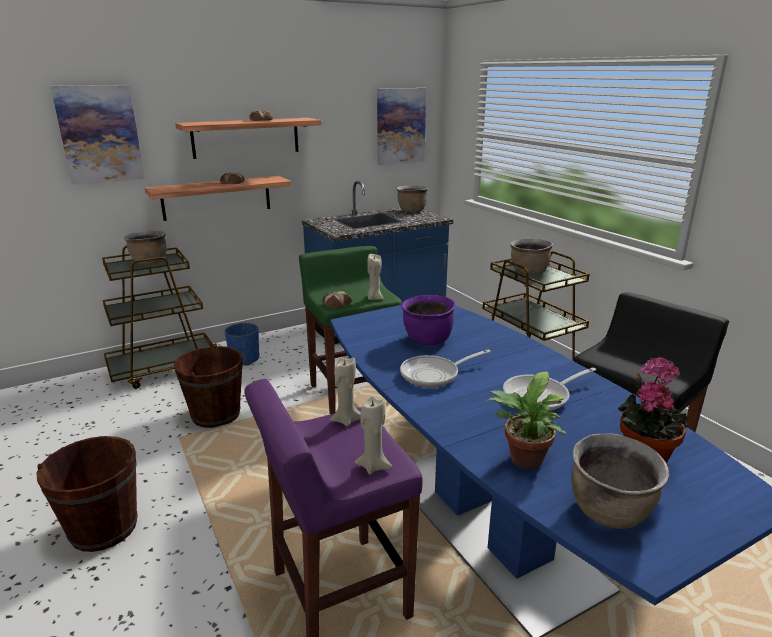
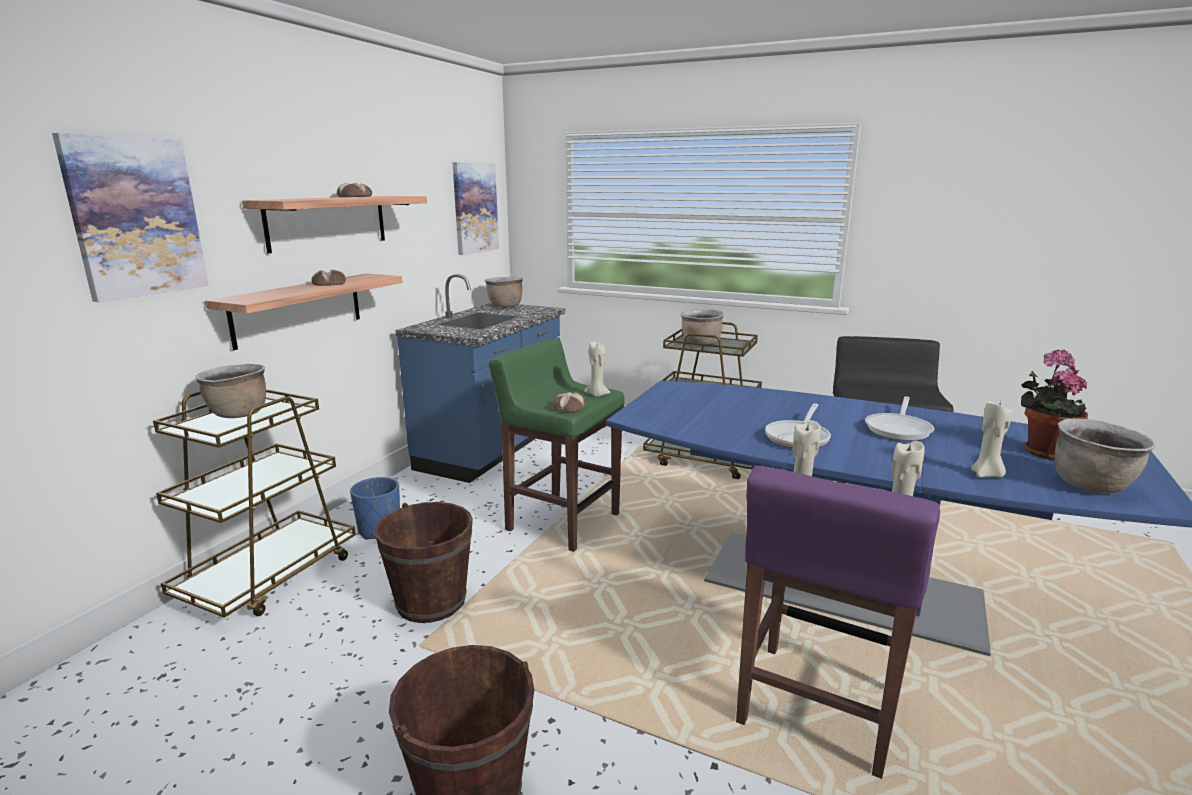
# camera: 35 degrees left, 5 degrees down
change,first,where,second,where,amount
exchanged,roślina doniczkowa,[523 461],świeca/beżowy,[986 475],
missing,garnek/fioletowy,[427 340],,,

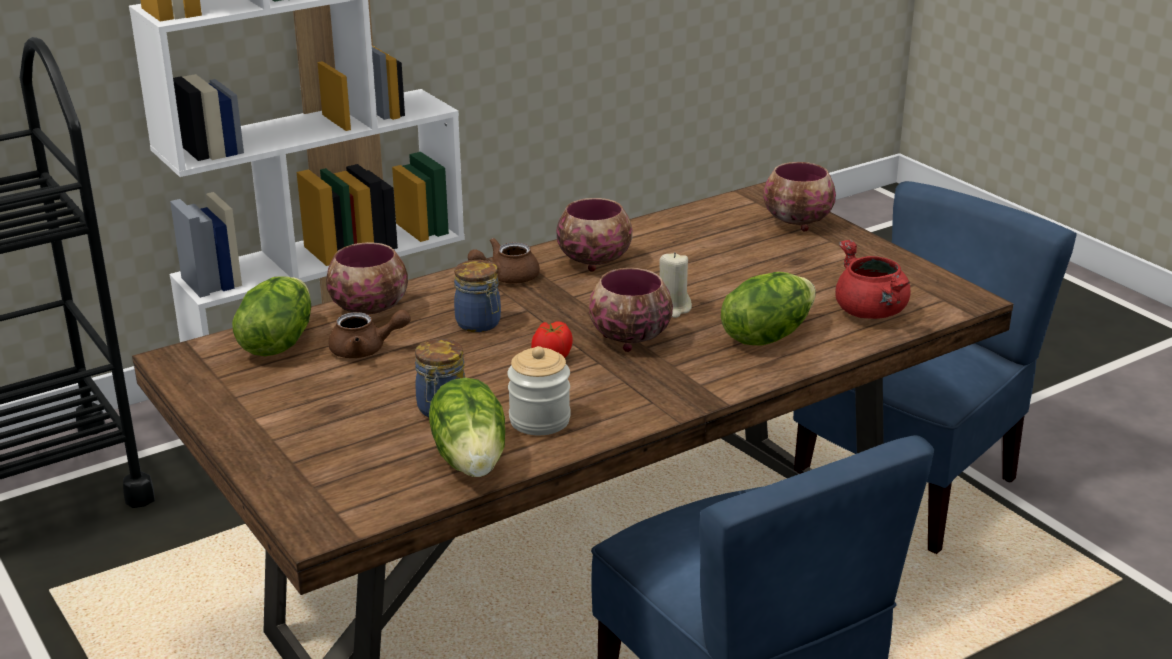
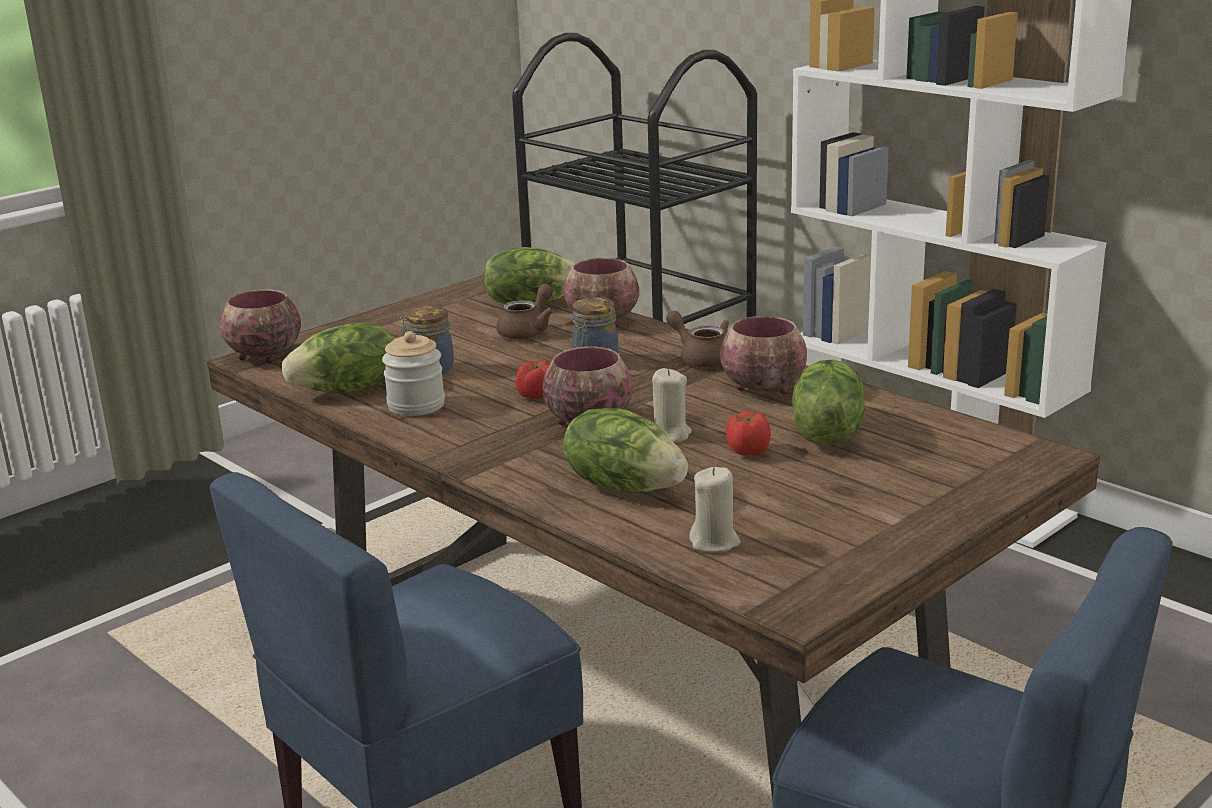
# camera: 80 degrees right, 5 degrees down
change,first,where,second,where,amount
relocated,miska,[798 223],,[263 356],
spun,imbryk/brązowy,[365 350],,[528 331],135 degrees counterclockwise
exchanged,garnek/czerwony,[871 313],świeca/beżowy,[715 542],
appeared,,,pomidor,[747 451],
appeared,,,sałata,[826 433],

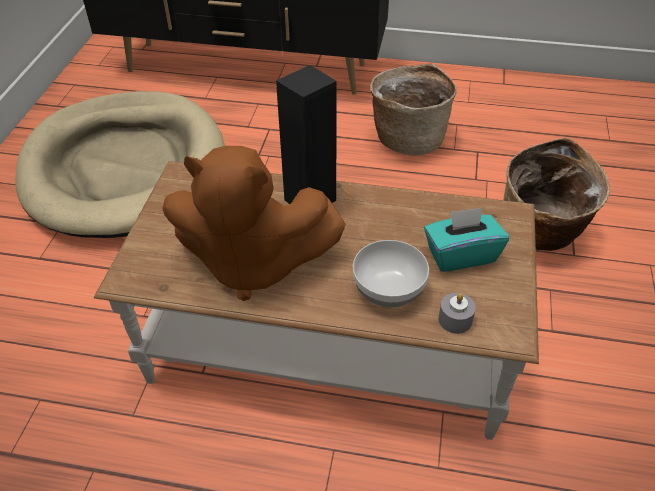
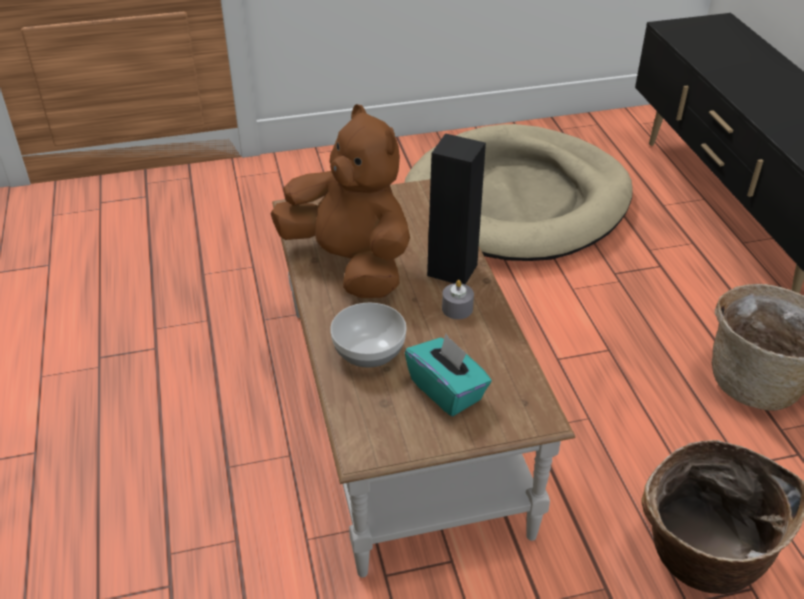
# camera: 65 degrees right, 5 degrees down
change,first,where,second,where,amount
spun,pluszak/brązowy,[253 263],,[350 263],150 degrees clockwise
relocated,świeca/szary,[455 320],,[457 308],

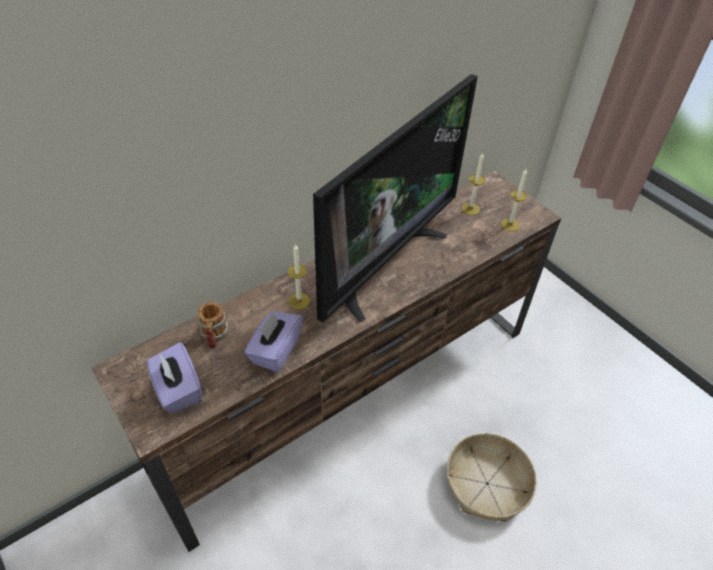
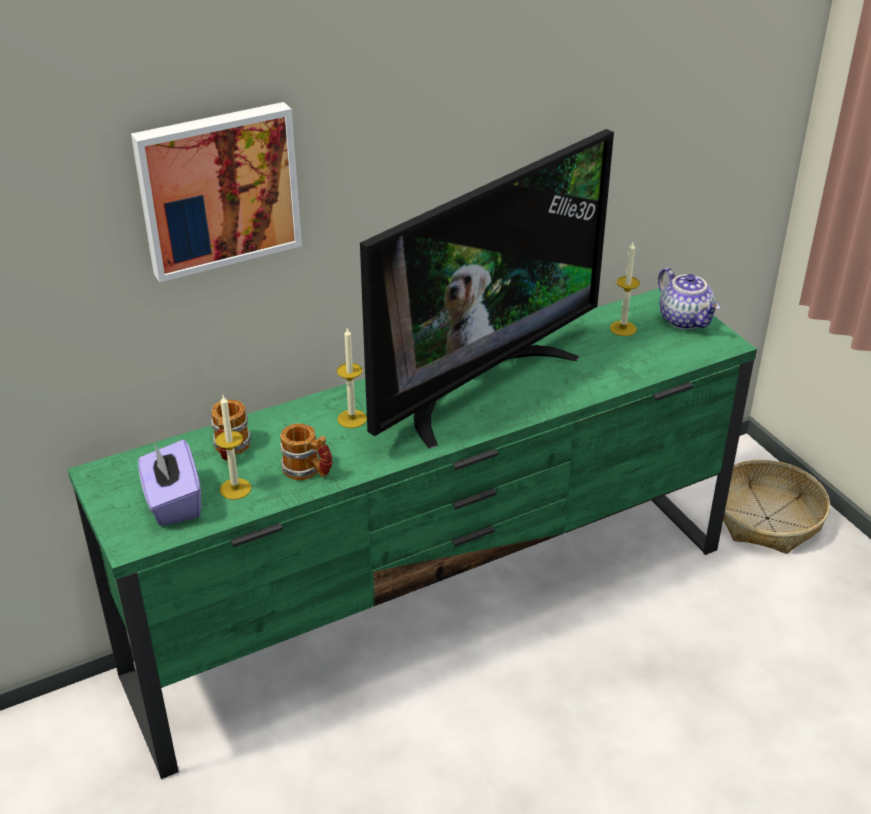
# camera: 10 degrees right, 10 degrees down
change,first,where,second,where,amount
colour,szafka pod telewizor/brązowy,[353 397],szafka pod telewizor/zielony,[437 609],
appeared,,,obraz,[217 189],
relocated,świeca,[510 225],,[235 489],
exchanged,pudełko chusteczek/fioletowy,[275 351],kubek,[308 471],
appeared,,,imbryk,[685 320],
relocated,koszyk,[487 483],,[767 518],

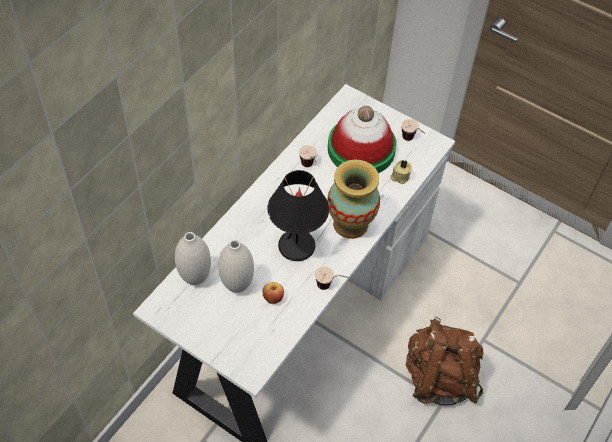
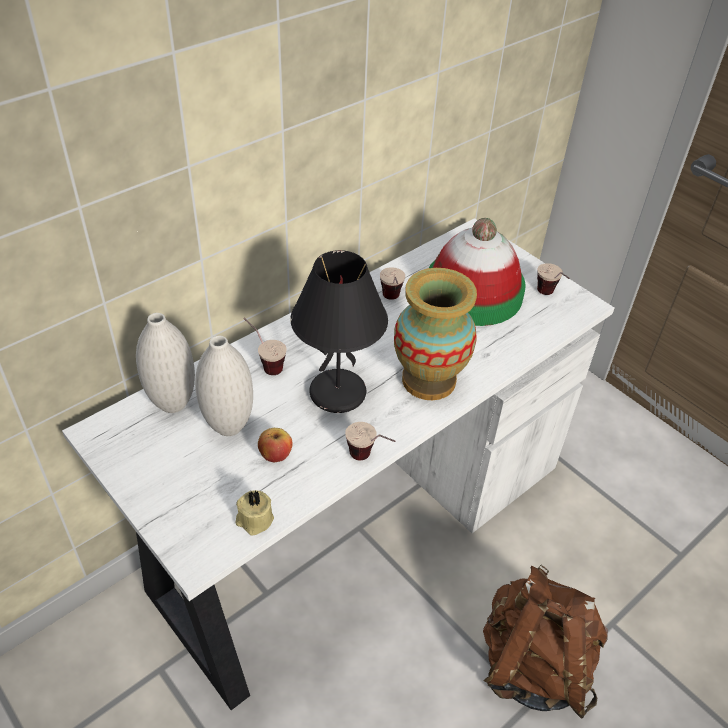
# camera: 15 degrees right, 10 degrees down
change,first,where,second,where,amount
relocated,świeca/beżowy,[400 177],,[254 520],
appeared,,,filiżanka,[265 363],

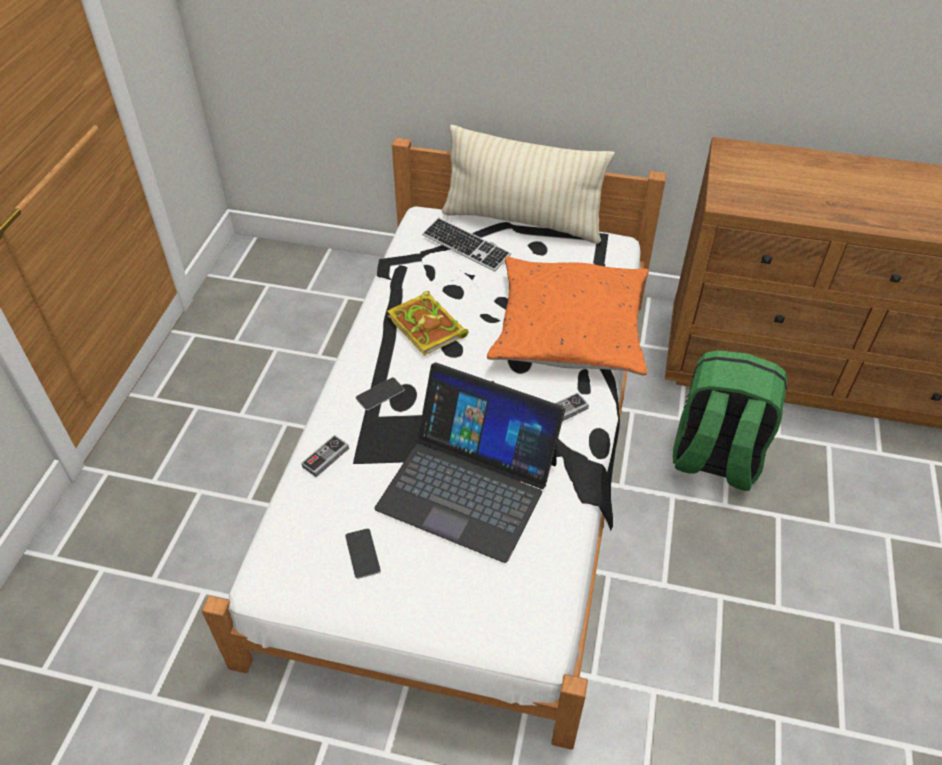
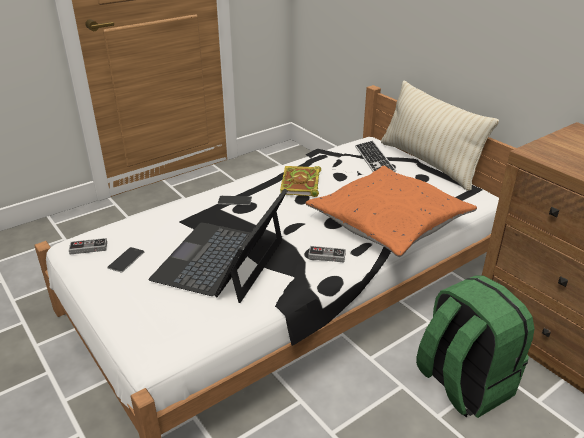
# camera: 40 degrees right, 15 degrees down
change,first,where,second,where,amount
relocated,pad do gier,[325 457],,[88 248],
spun,laptop,[468 484],,[221 260],45 degrees clockwise

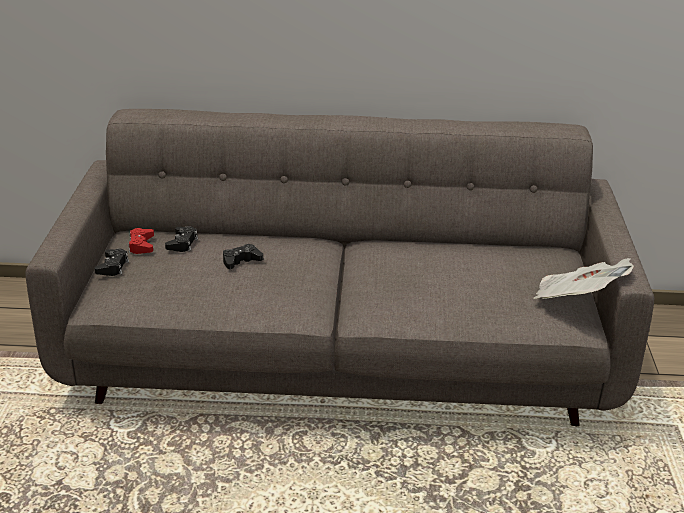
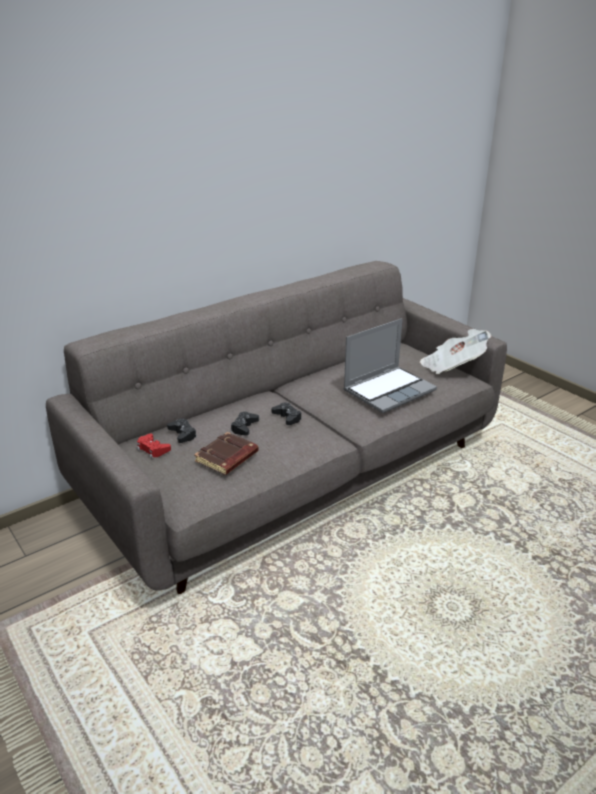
# camera: 40 degrees left, 0 degrees up
change,first,where,second,where,amount
appeared,,,książka/brązowy,[227 458],
relocated,pad do gier/czarny,[112 267],,[287 417],
appeared,,,laptop,[389 390],

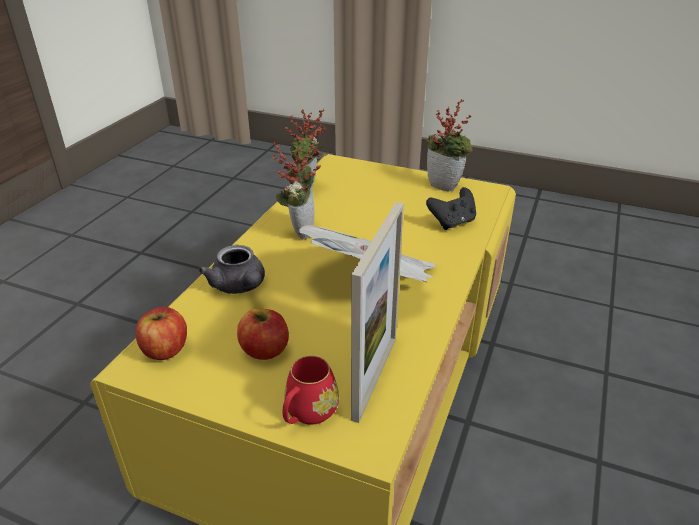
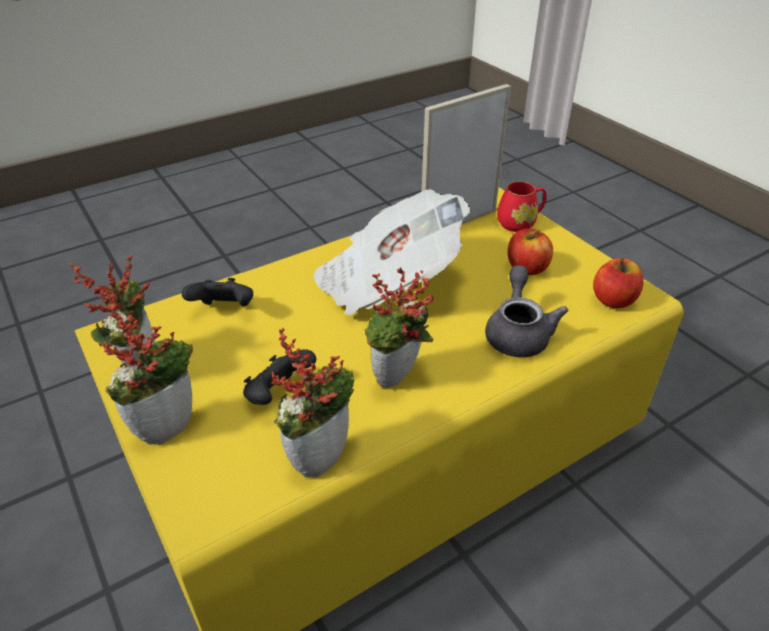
# camera: 145 degrees left, 5 degrees up
change,first,where,second,where,amount
appeared,,,roślina doniczkowa,[167 424],
appeared,,,pad do gier/czarny,[278 394],

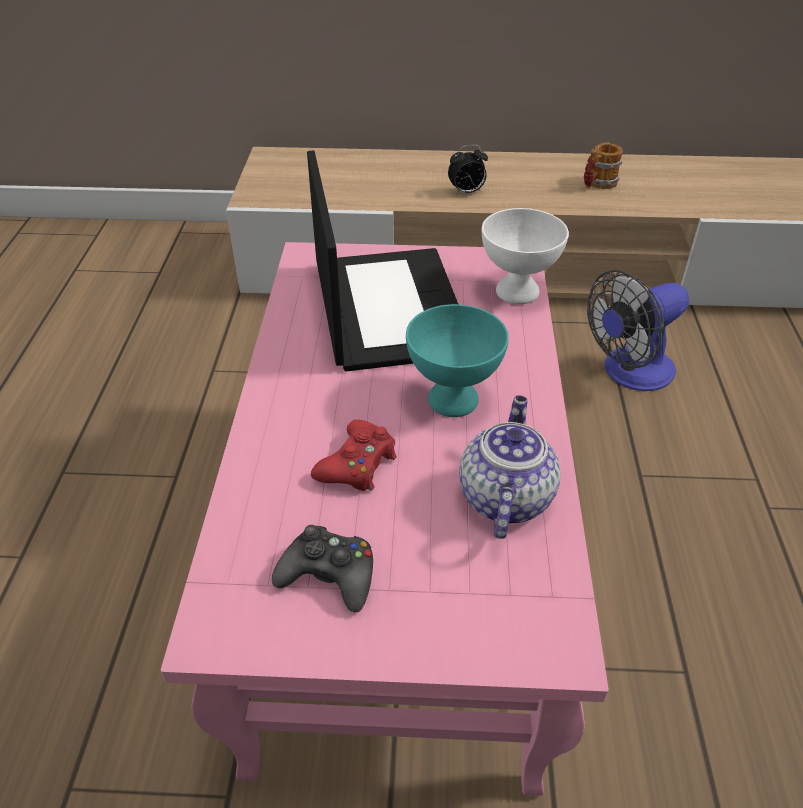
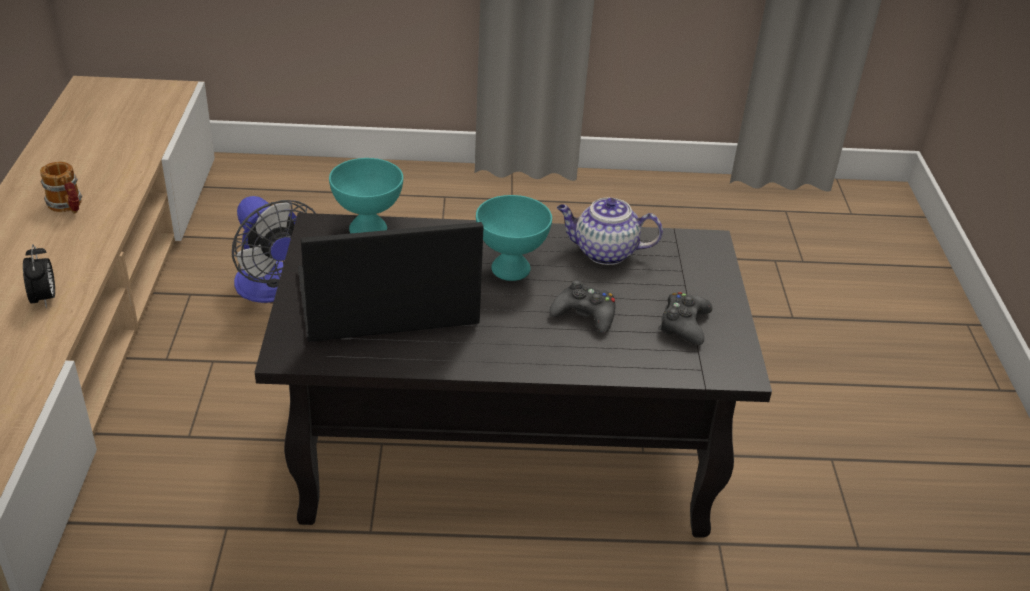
# camera: 95 degrees left, 5 degrees down
change,first,where,second,where,amount
colour,ława/różowy,[401 562],ława/czarny,[501 448],
colour,miska/biały,[517 293],miska/turkusowy,[369 230],
colour,pad do gier/czerwony,[357 464],pad do gier/czarny,[585 314],

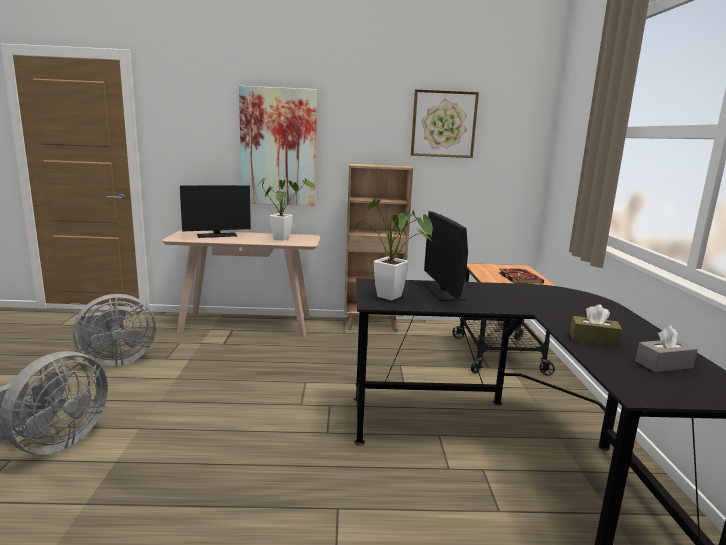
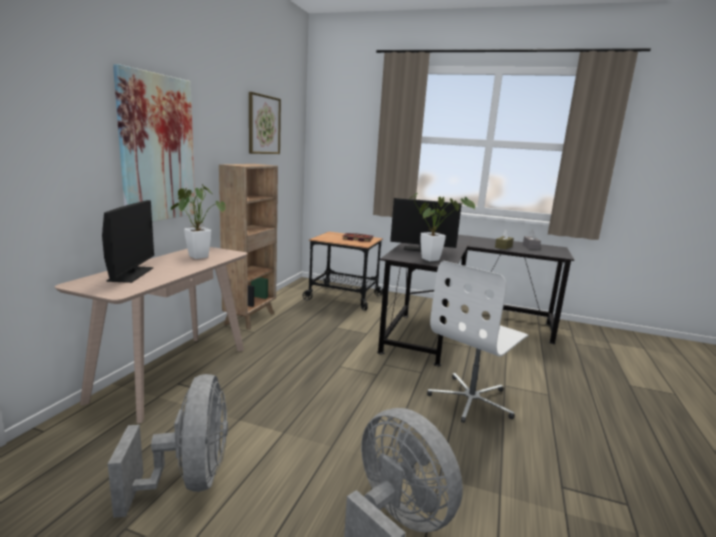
# camera: 70 degrees left, 0 degrees up
change,first,where,second,where,amount
appeared,,,krzesło biurowe/biały,[472 400],

